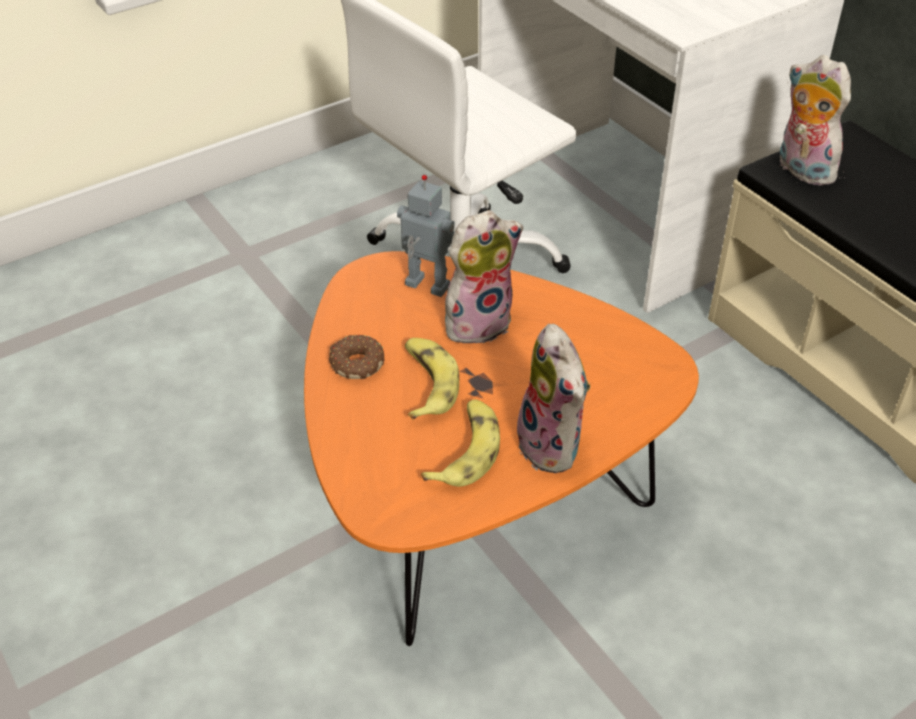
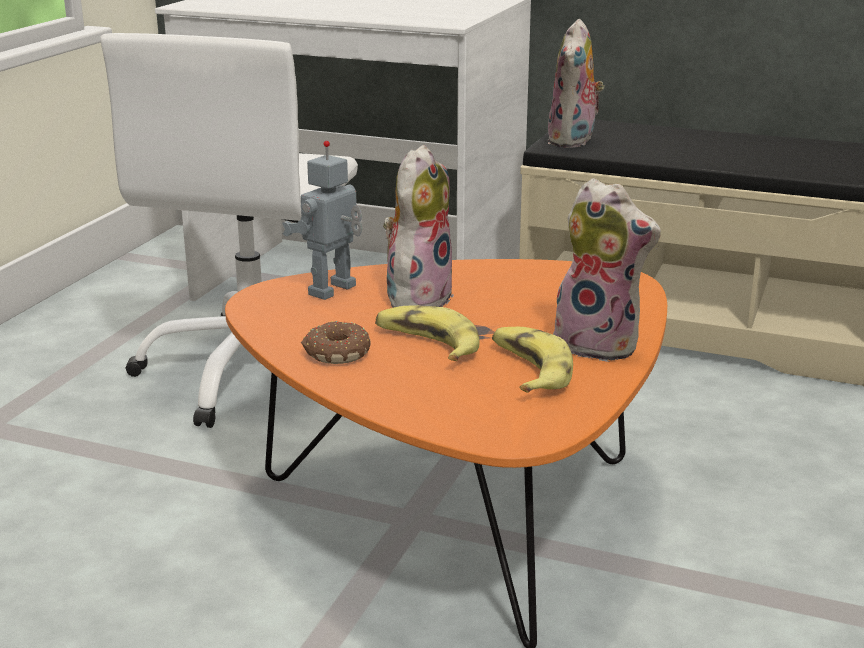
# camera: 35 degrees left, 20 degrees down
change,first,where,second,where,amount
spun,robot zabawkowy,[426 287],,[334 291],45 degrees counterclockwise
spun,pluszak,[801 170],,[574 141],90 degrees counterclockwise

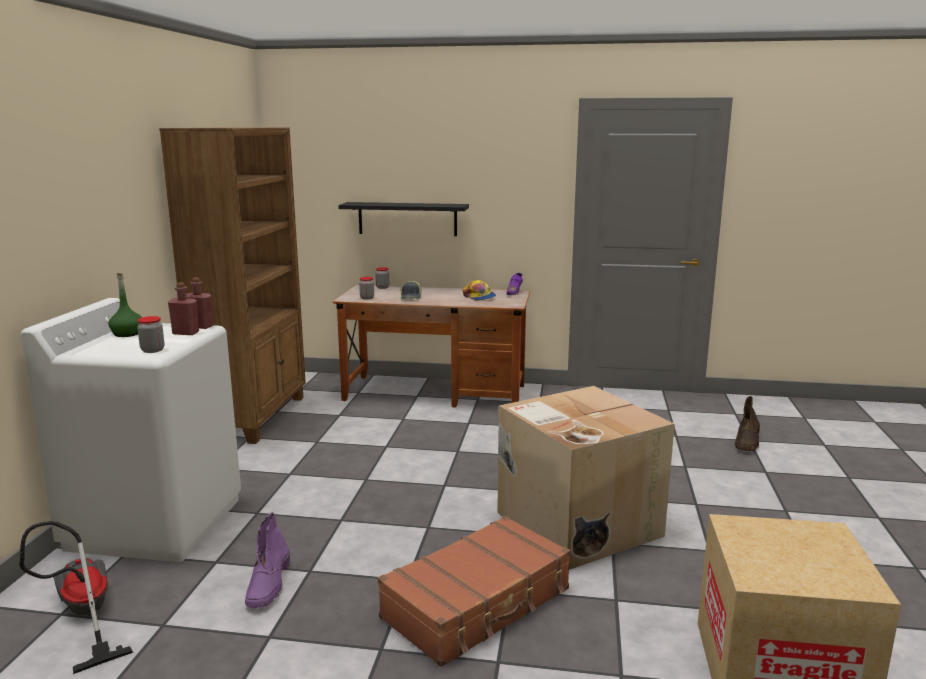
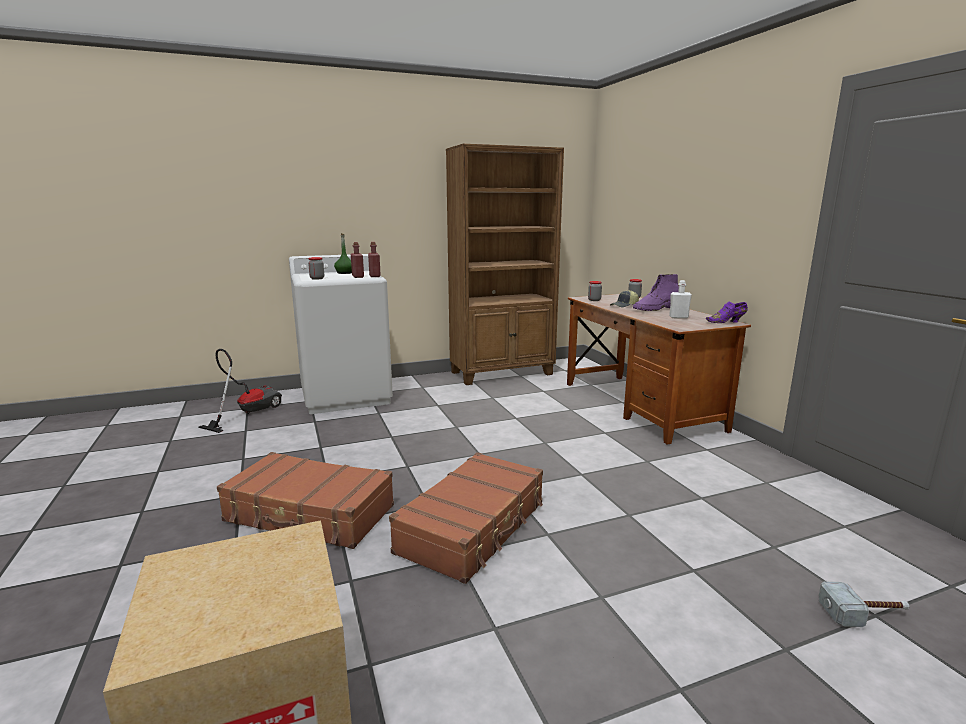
# camera: 60 degrees right, 0 degrees up
change,first,where,second,where,amount
exchanged,karton,[575 523],walizka/brązowy,[473 527],
relocated,but z cholewką/fioletowy,[268 584],,[656 309],
exchanged,czapka z daszkiem,[479 297],butelka/biały,[678 317],
exchanged,but z cholewką/brązowy,[747 442],młotek,[864 614],
missing,półka/czarny,[407 219],,,

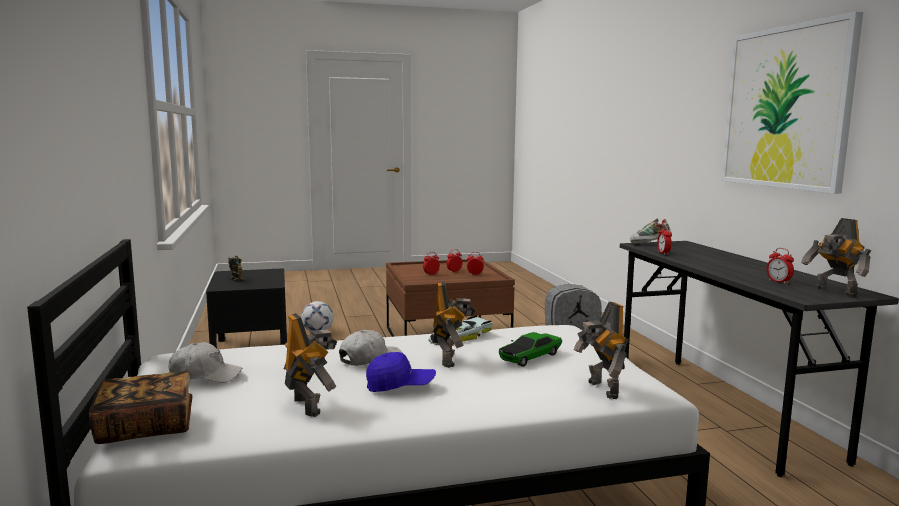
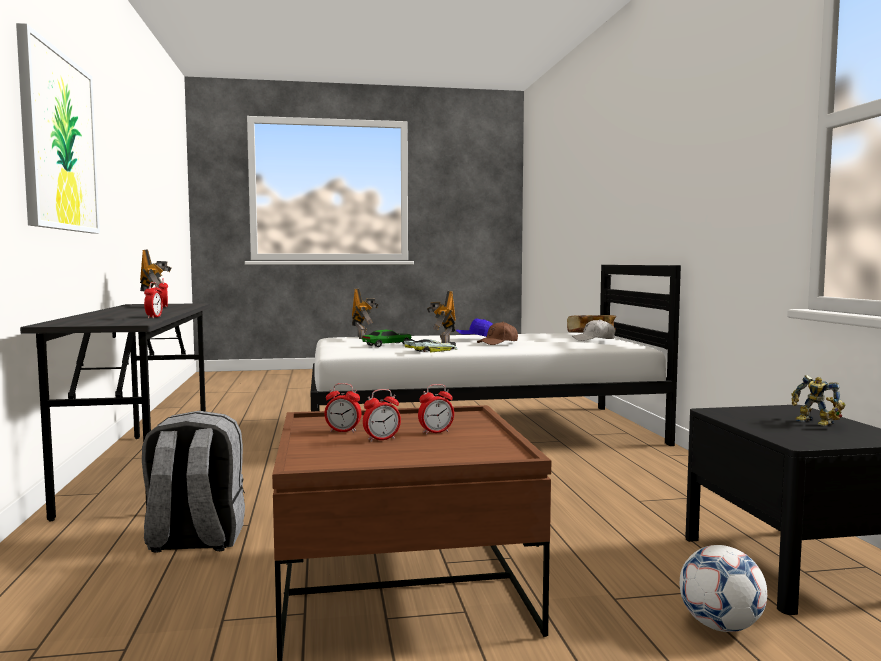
# camera: 175 degrees left, 5 degrees down
change,first,where,second,where,amount
colour,czapka z daszkiem/biały,[369 359],czapka z daszkiem/brązowy,[498 343],
missing,robot zabawkowy,[309 405],,,
missing,but,[650 243],,,

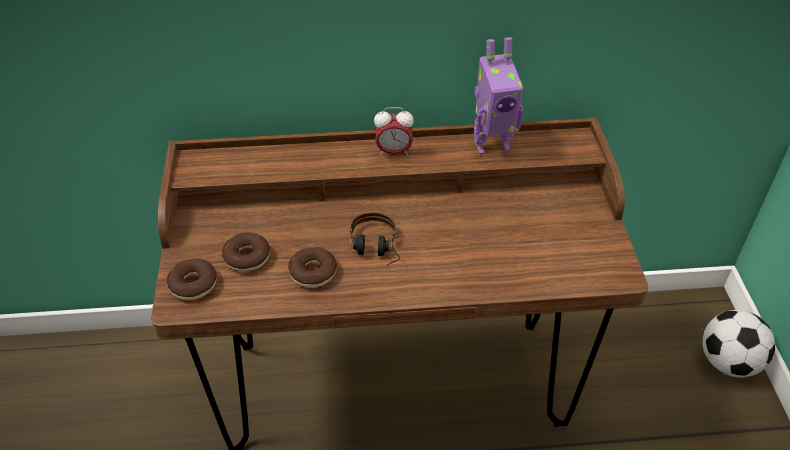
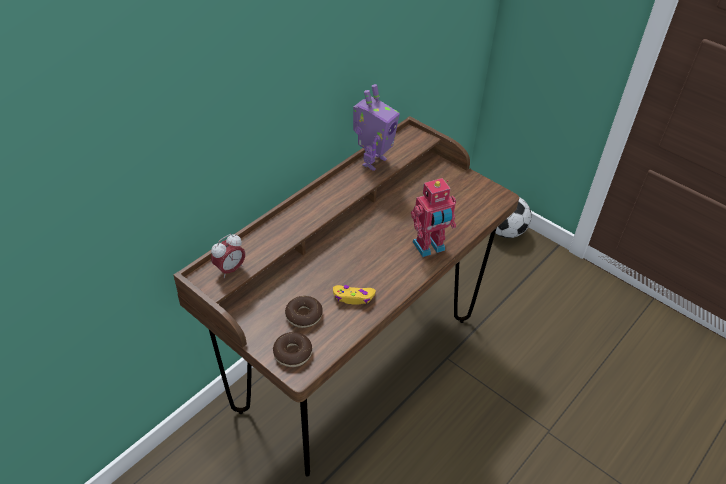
# camera: 45 degrees left, 0 degrees up
change,first,where,second,where,amount
relocated,budzik,[393 152],,[230 269],
exchanged,donut,[313 272],pad do gier/żółty,[353 297],
appeared,,,robot zabawkowy,[429 247],
missing,słuchawki,[375 251],,,

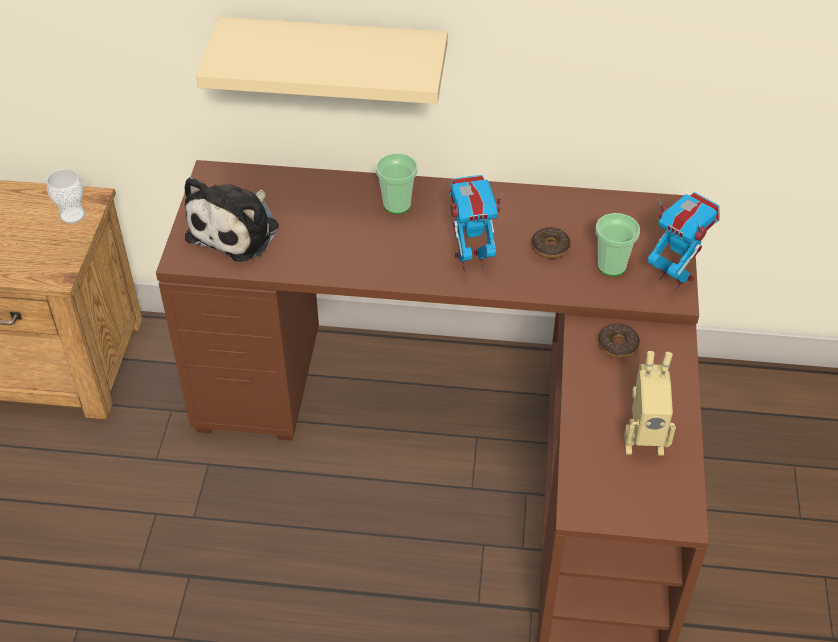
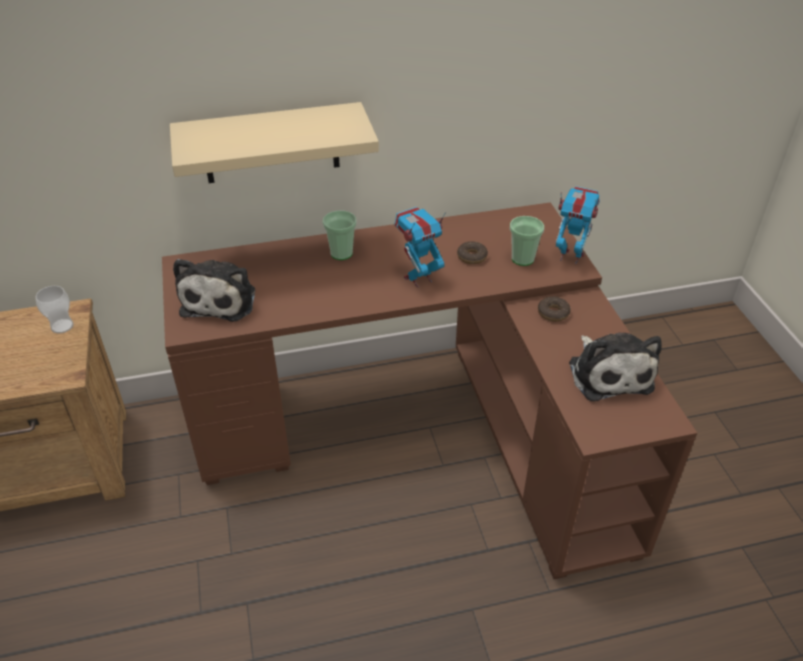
# camera: 20 degrees left, 5 degrees down
change,first,where,second,where,amount
exchanged,robot zabawkowy,[643 440],pluszak,[609 373],

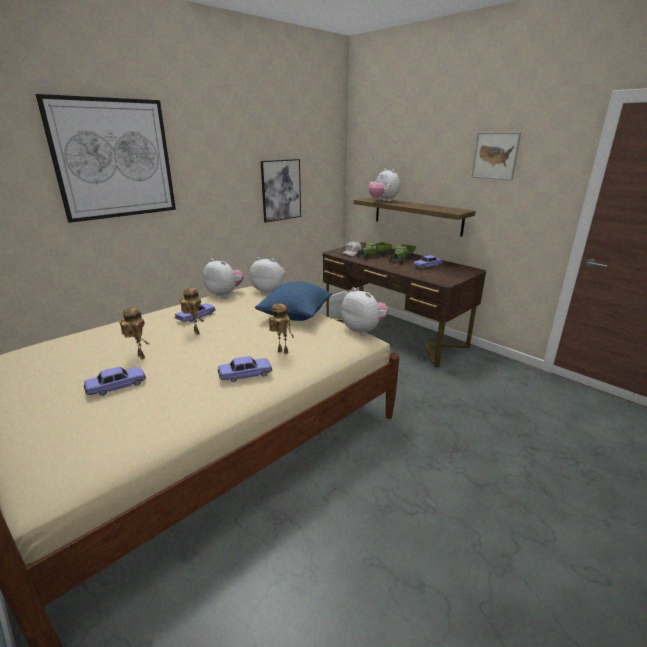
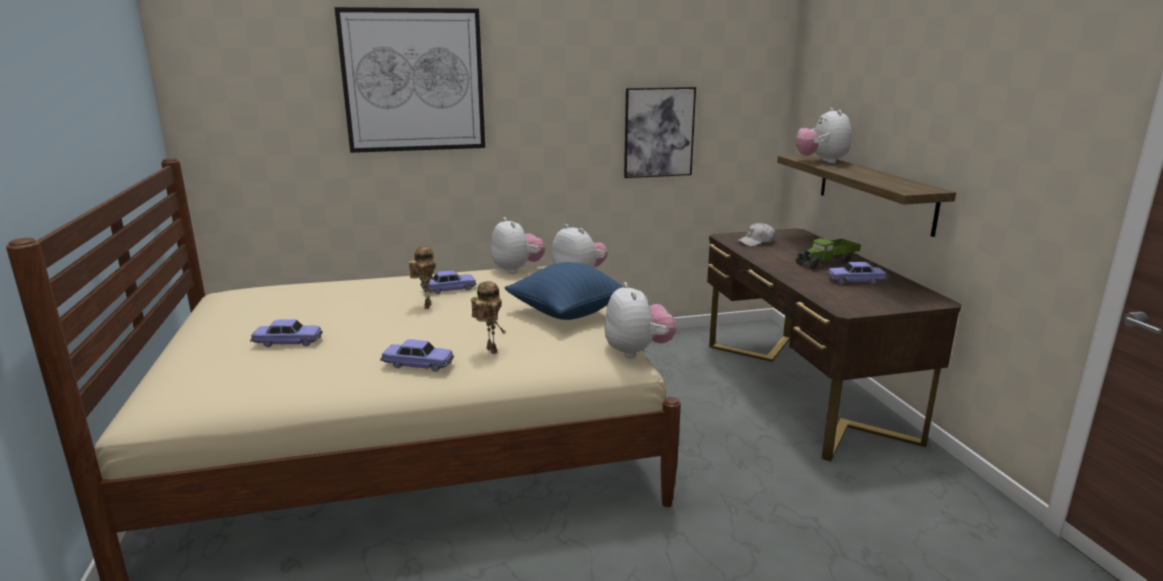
# camera: 30 degrees right, 5 degrees down
change,first,where,second,where,amount
missing,robot zabawkowy,[139 357],,,
missing,ciężarówka zabawkowa,[374 256],,,
missing,obraz,[495 156],,,

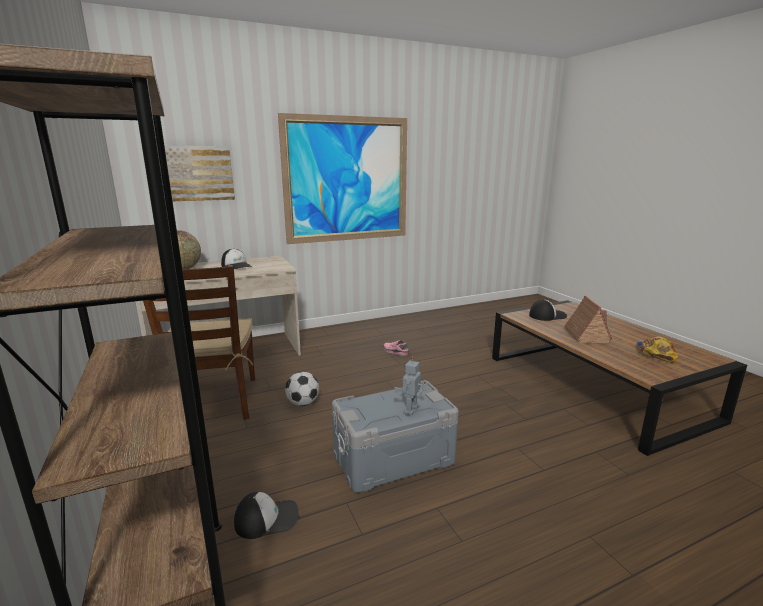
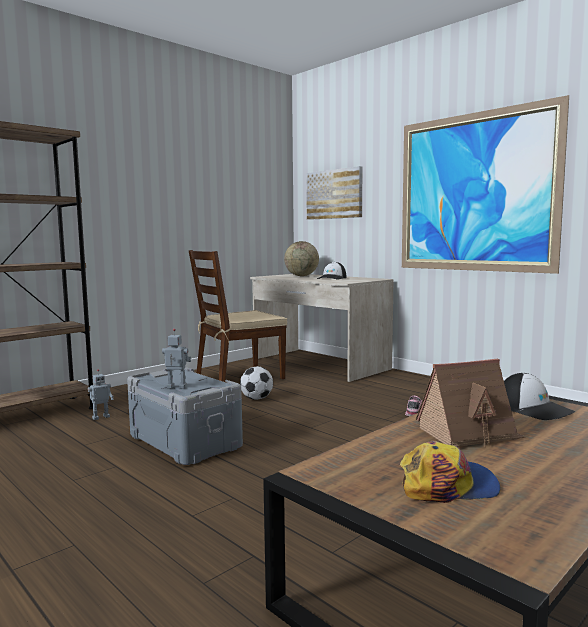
# camera: 70 degrees right, 10 degrees down
change,first,where,second,where,amount
exchanged,czapka z daszkiem,[267 518],robot zabawkowy,[100 417],

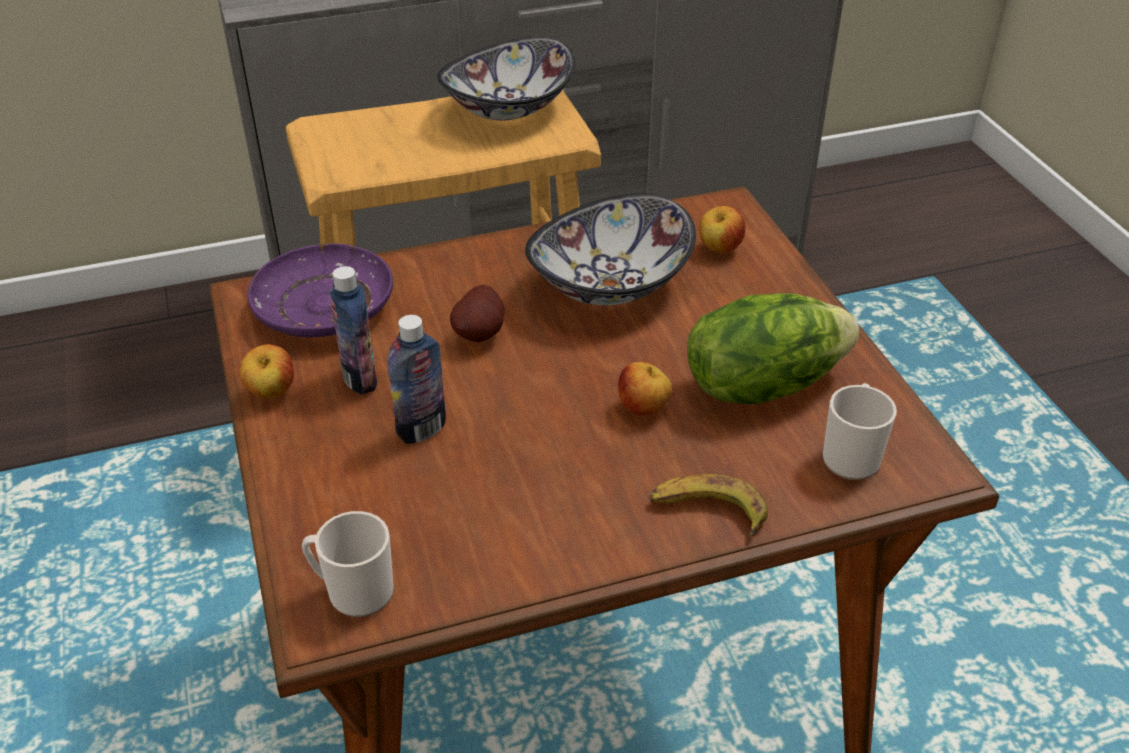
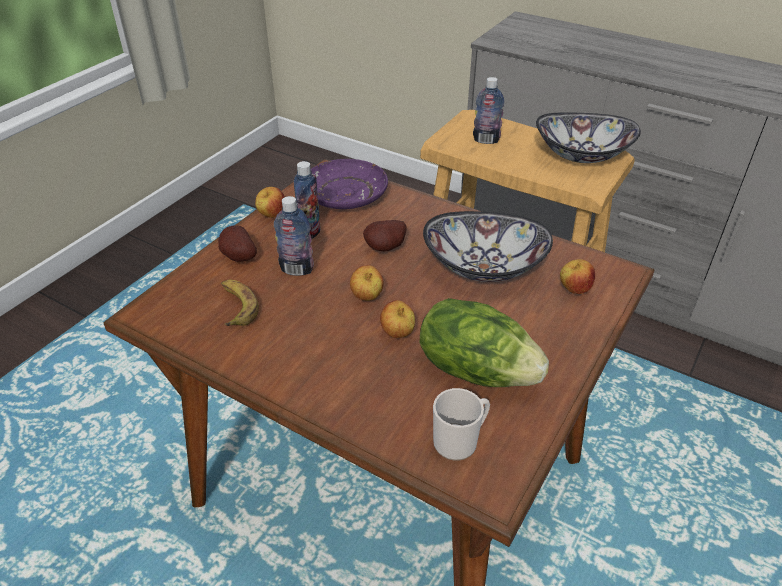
# camera: 50 degrees right, 0 degrees up
change,first,where,second,where,amount
appeared,,,ziemniak,[237 257],
relocated,banan,[707 511],,[236 306],
appeared,,,jabłko,[367 297],
appeared,,,butelka,[486 140],
missing,kubek,[353 591],,,

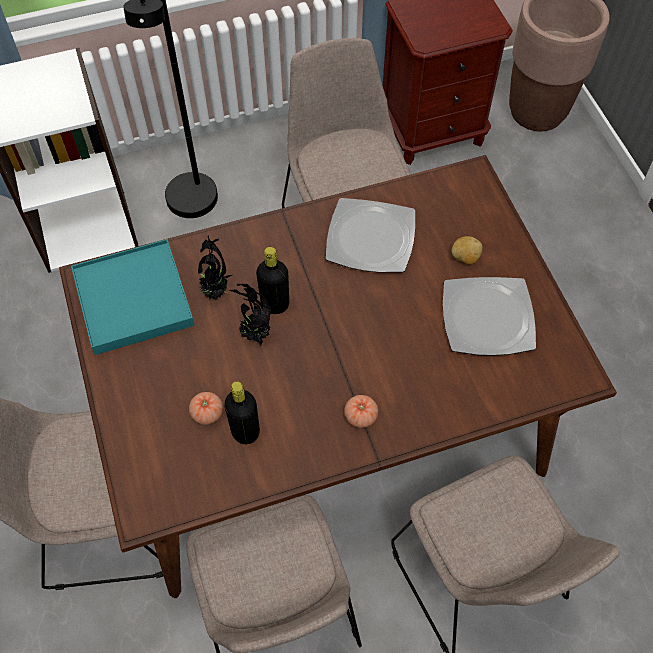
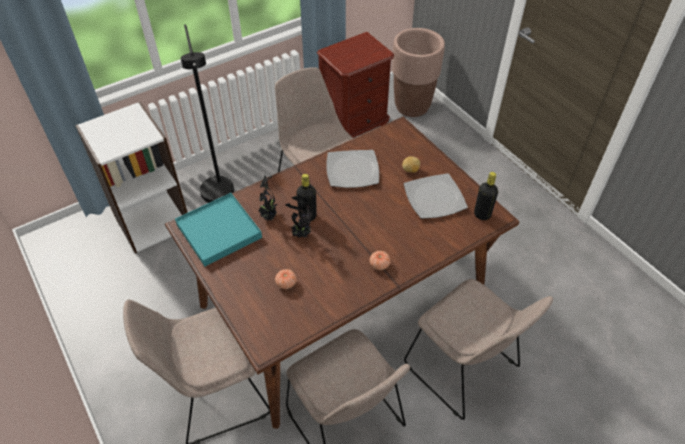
# camera: 15 degrees left, 10 degrees down
change,first,where,second,where,amount
relocated,butelka/czarny,[245 431],,[482 214],

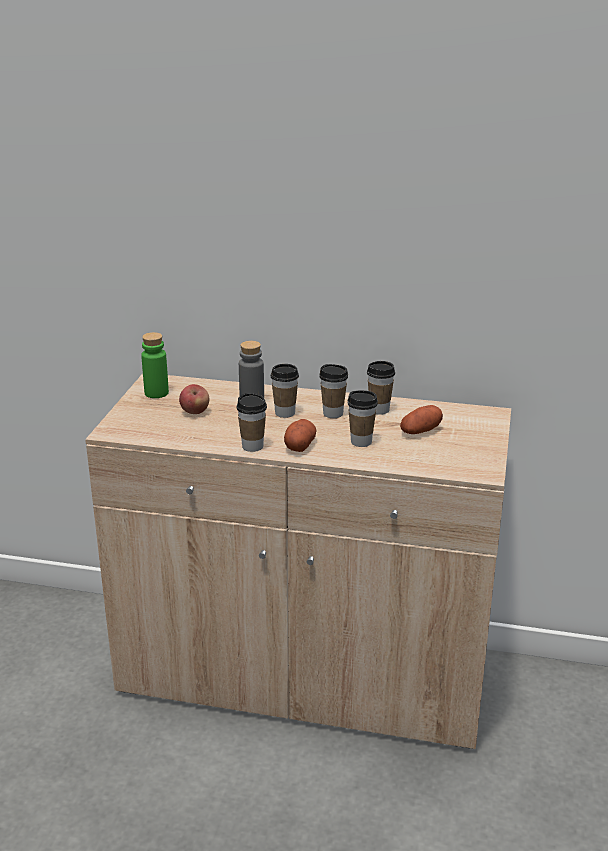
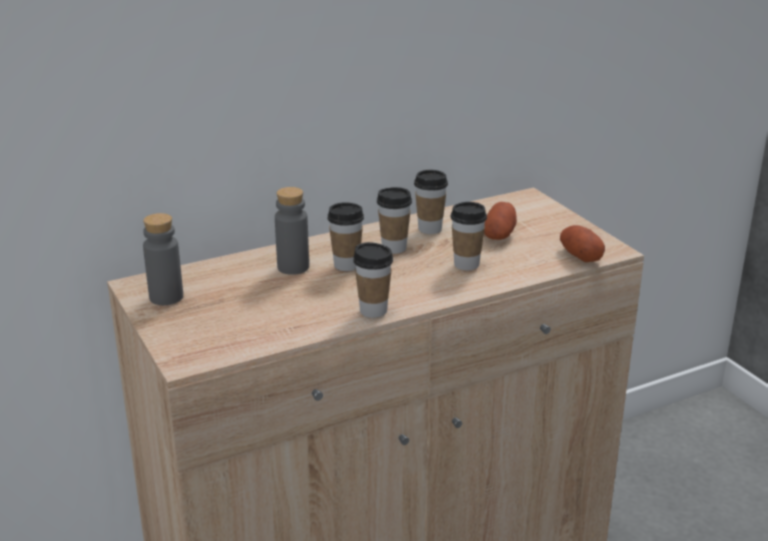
# camera: 40 degrees left, 0 degrees up
change,first,where,second,where,amount
colour,butelka/zielony,[156 393],butelka/szary,[166 297],
relocated,ziemniak,[300 445],,[580 256],
missing,jabłko,[195 412],,,

